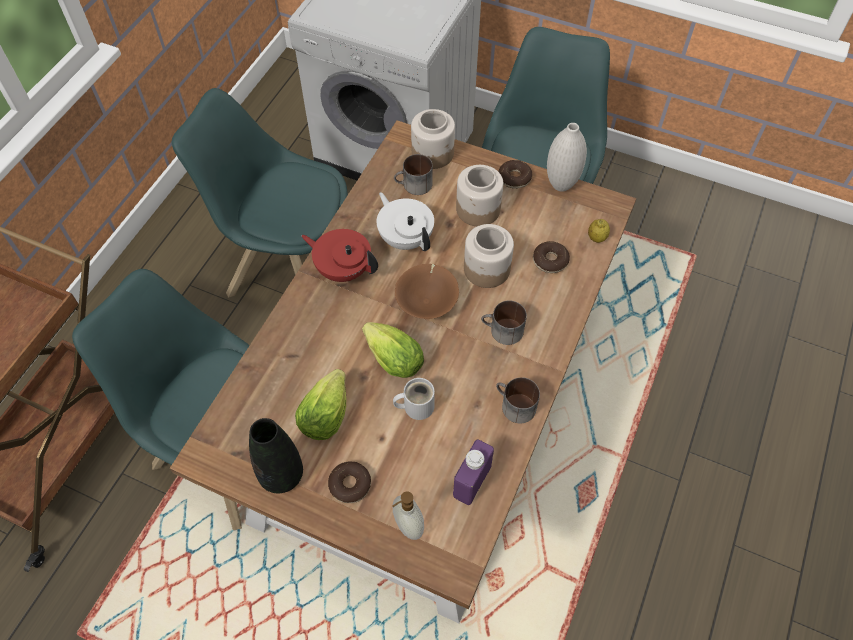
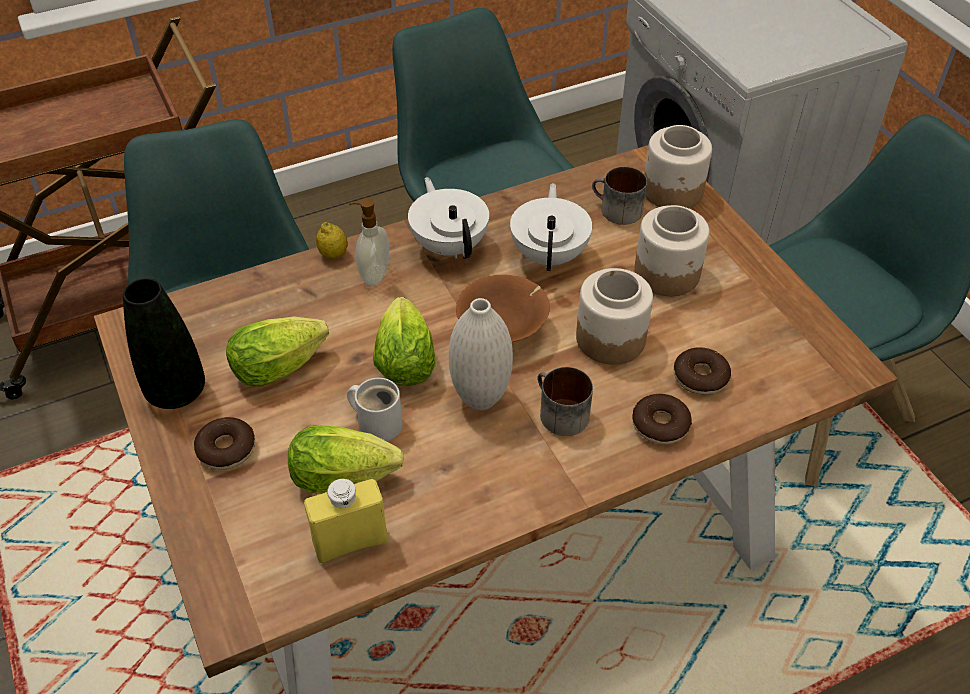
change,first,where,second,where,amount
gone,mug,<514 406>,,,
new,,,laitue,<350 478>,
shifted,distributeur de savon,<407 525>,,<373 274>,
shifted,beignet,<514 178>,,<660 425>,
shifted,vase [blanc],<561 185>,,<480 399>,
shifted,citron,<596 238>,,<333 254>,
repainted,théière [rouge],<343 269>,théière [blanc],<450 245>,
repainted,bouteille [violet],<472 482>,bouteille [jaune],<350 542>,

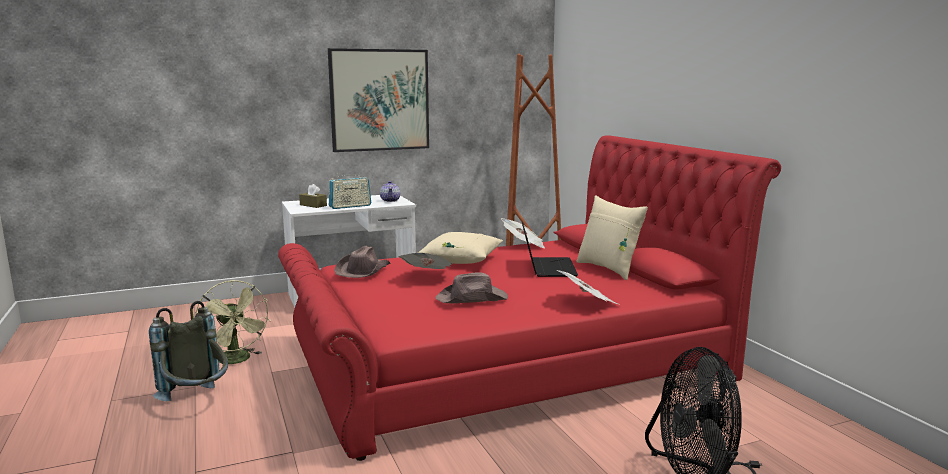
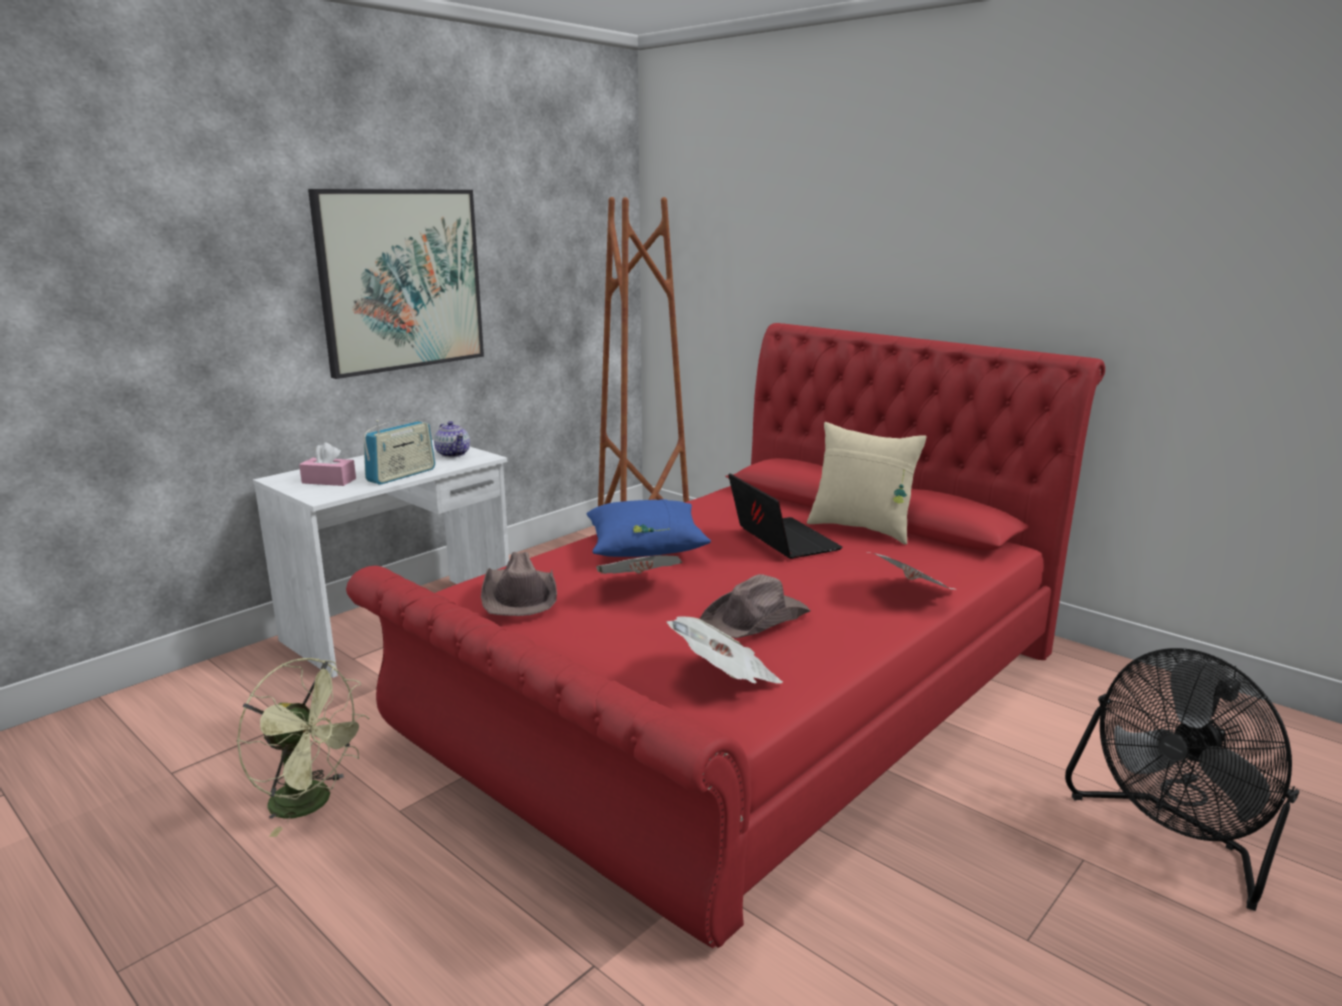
change,first,where,second,where,amount
gone,sac à dos [gris],<197 401>,,,
shifted,journal,<523 245>,,<725 678>,
repainted,boîte à mouchoirs [marron],<313 205>,boîte à mouchoirs [rose],<329 481>,
repainted,coussin [beige],<461 261>,coussin [bleu],<645 548>,

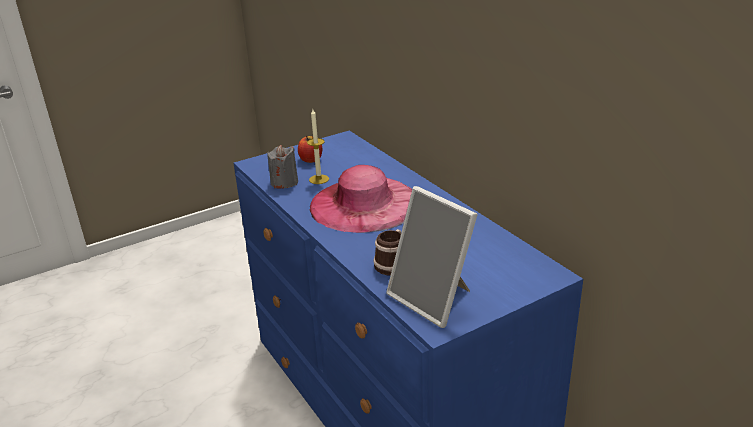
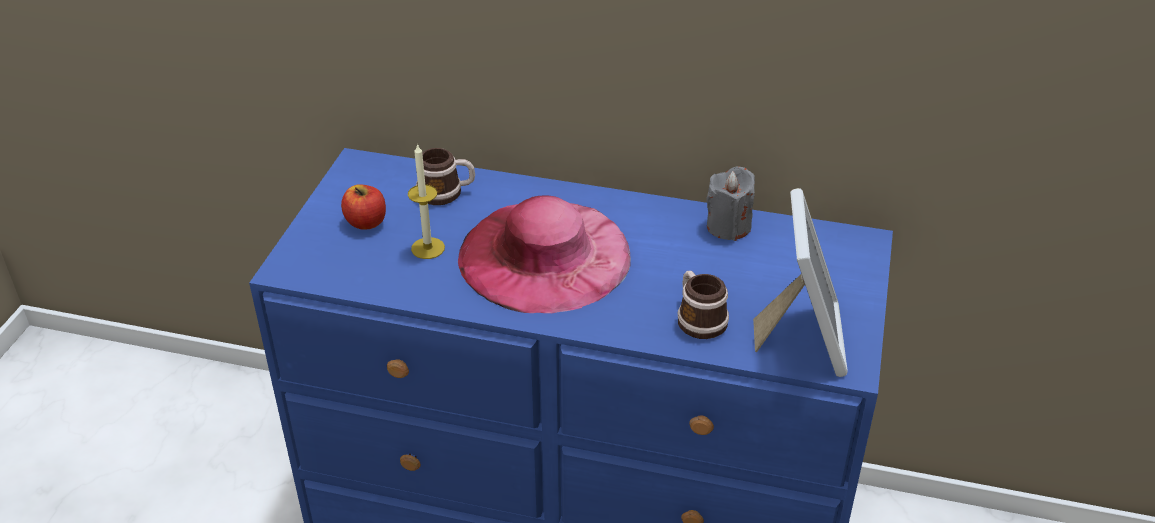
change,first,where,second,where,amount
new,,,mug,<446 193>,
shifted,bougie [gris],<284 182>,,<728 226>,
rotated,cadre photo,<434 299>,,<801 337>,90 degrees counterclockwise

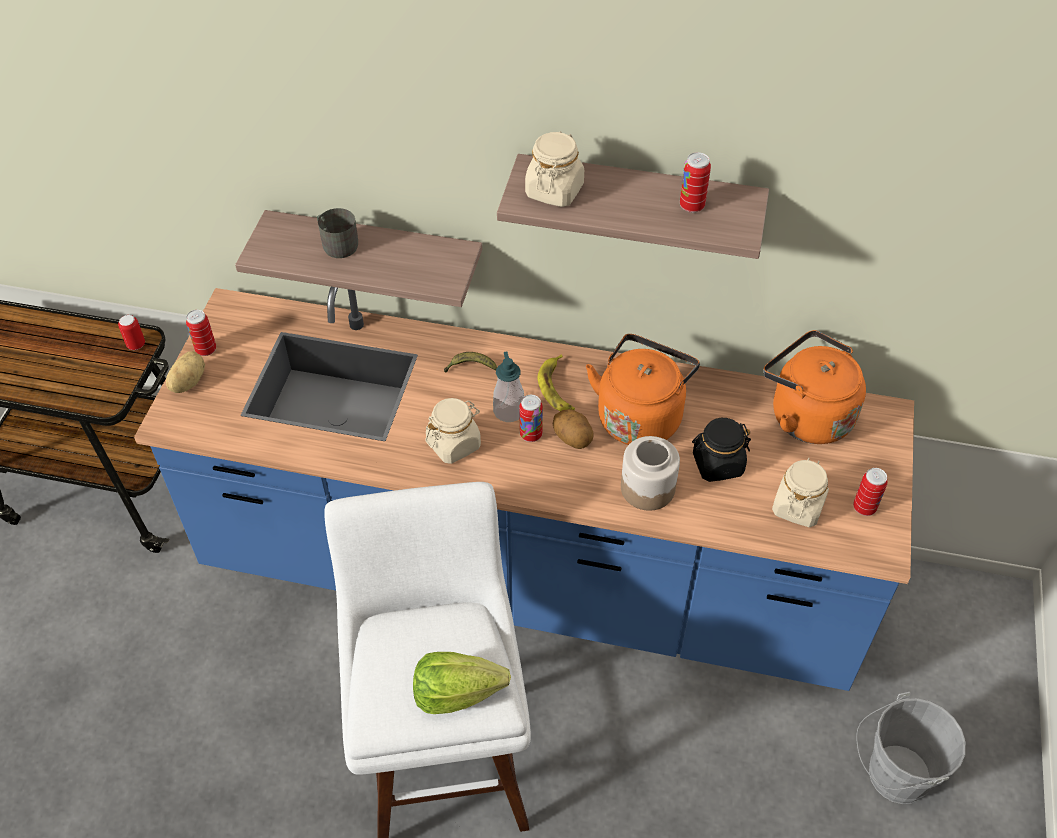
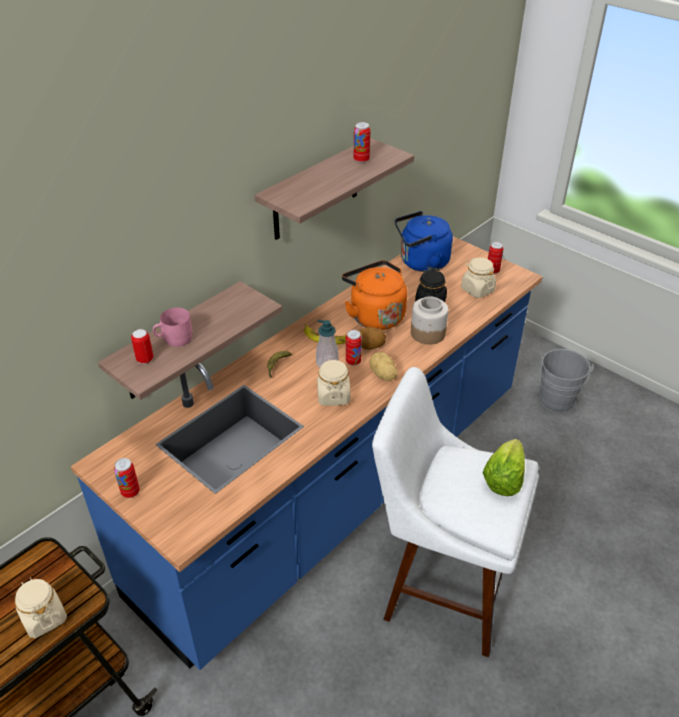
change,first,where,second,where,amount
shifted,boîte métallique,<136 345>,,<145 359>,
shifted,pomme de terre,<187 382>,,<383 375>,
shifted,bocal [beige],<554 190>,,<44 617>,
repainted,mug [gris],<337 244>,mug [rose],<174 338>,
repainted,bouilloire [orange],<806 415>,bouilloire [bleu],<421 263>,

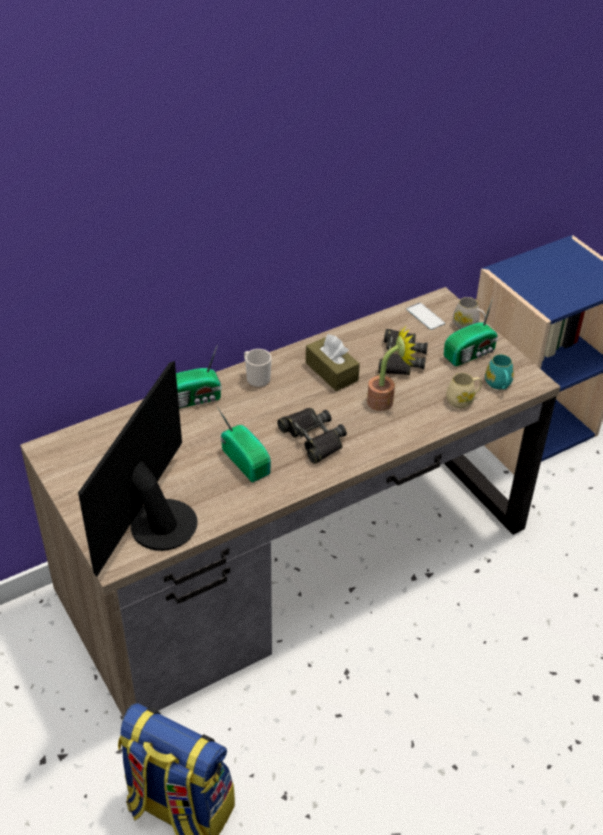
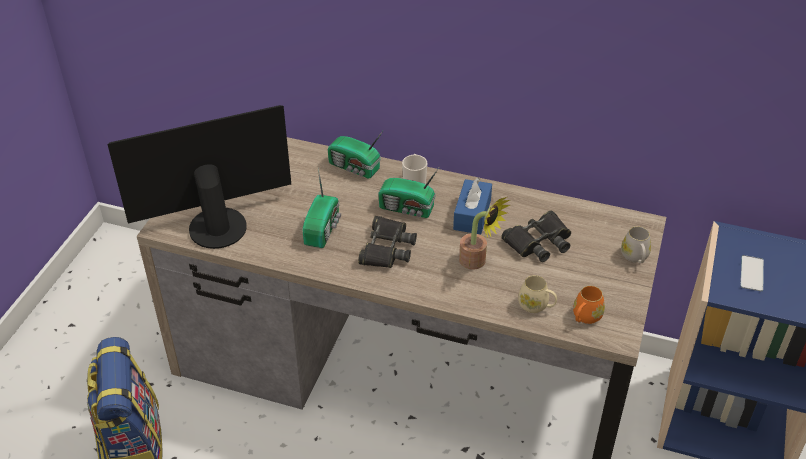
change,first,where,second,where,amount
shifted,téléphone,<425 316>,,<751 273>,
shifted,radio,<471 354>,,<407 209>,
repainted,boîte à mouchoirs [marron],<331 372>,boîte à mouchoirs [bleu],<472 215>,
repainted,mug [turquoise],<499 385>,mug [orange],<585 317>,

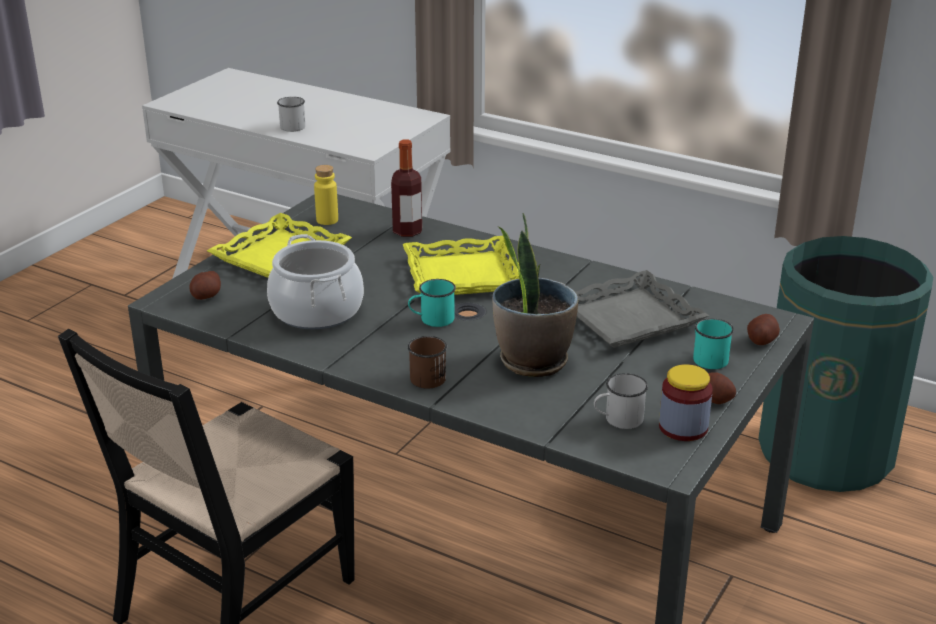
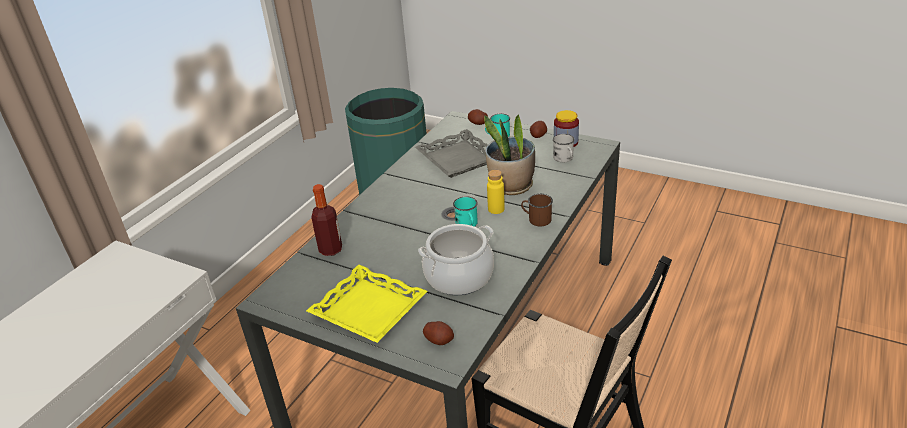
change,first,where,second,where,amount
gone,mug [blanc],<291 126>,,,
gone,plateau [jaune],<463 274>,,,
shifted,bouteille [jaune],<327 220>,,<496 209>,

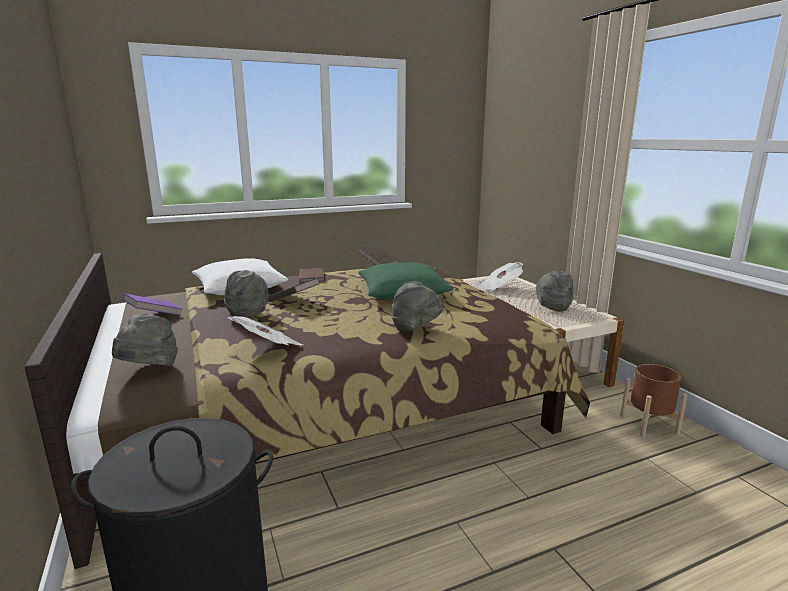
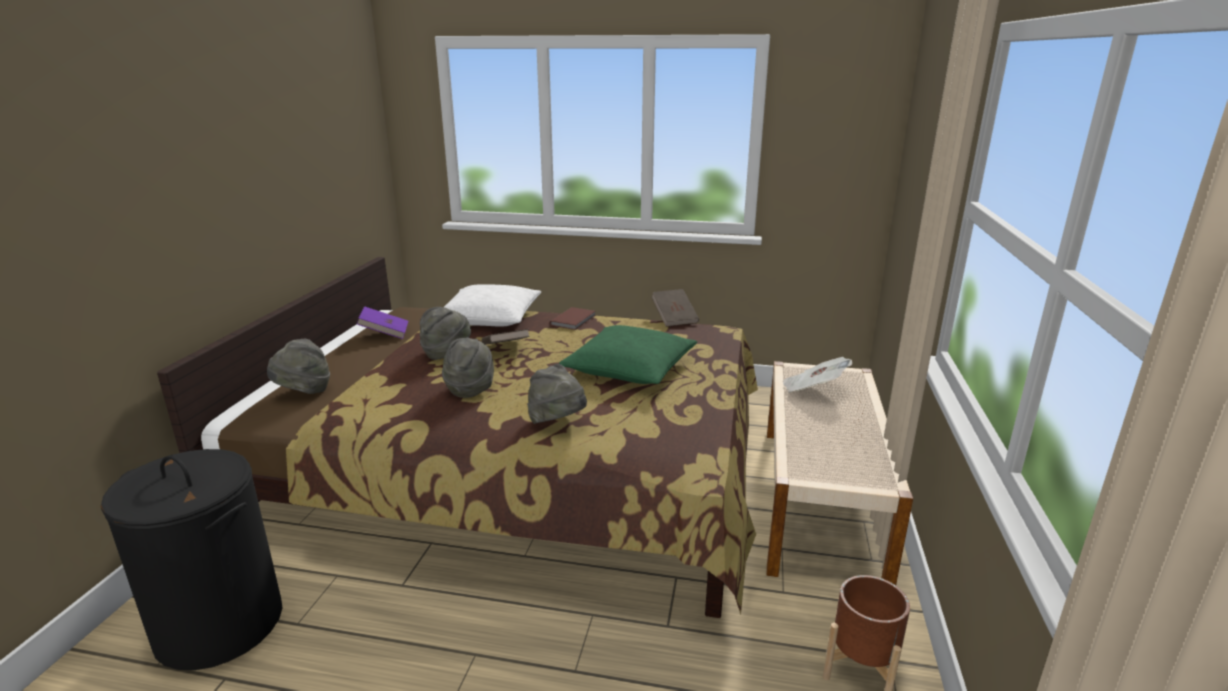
change,first,where,second,where,amount
gone,journal,<268 348>,,,
shifted,chapeau [gris],<552 307>,,<470 388>,

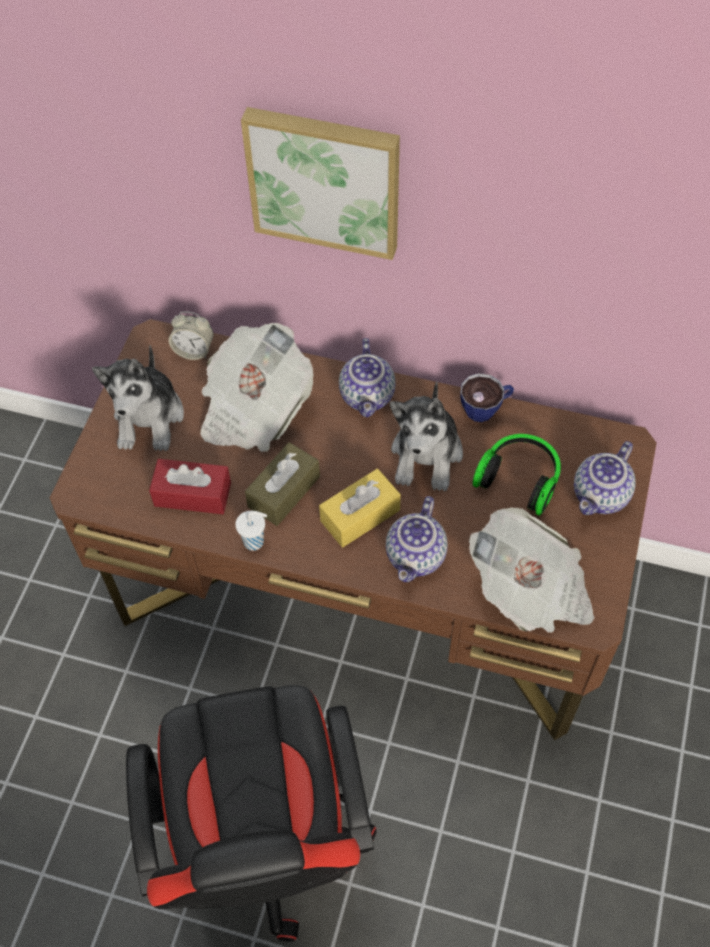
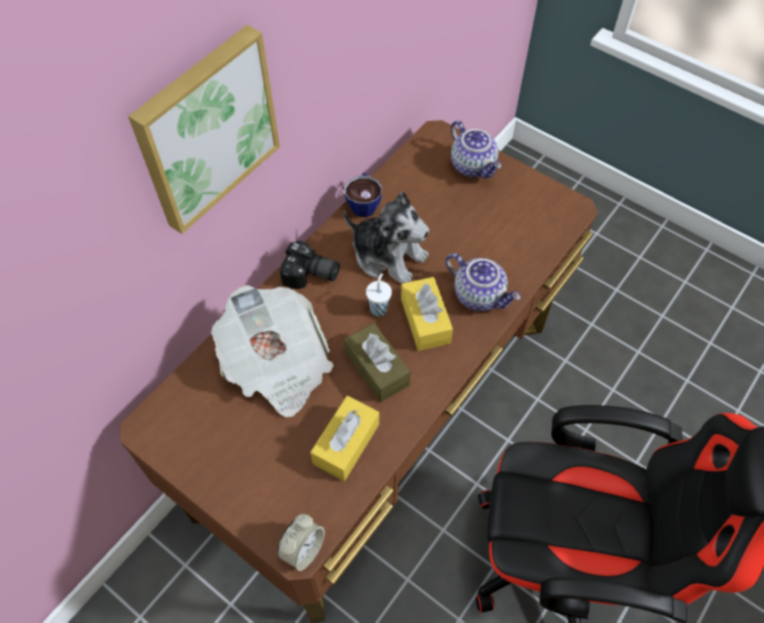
change,first,where,second,where,amount
gone,peluche,<149 418>,,,
gone,journal,<531 590>,,,
gone,casque audio,<520 478>,,,
shifted,réveil,<194 351>,,<303 549>,
shifted,tasse [blanc],<255 542>,,<379 308>,
swapped,théière,<368 396>,appareil photo,<311 275>,
repainted,boîte à mouchoirs [rouge],<192 494>,boîte à mouchoirs [jaune],<346 443>,

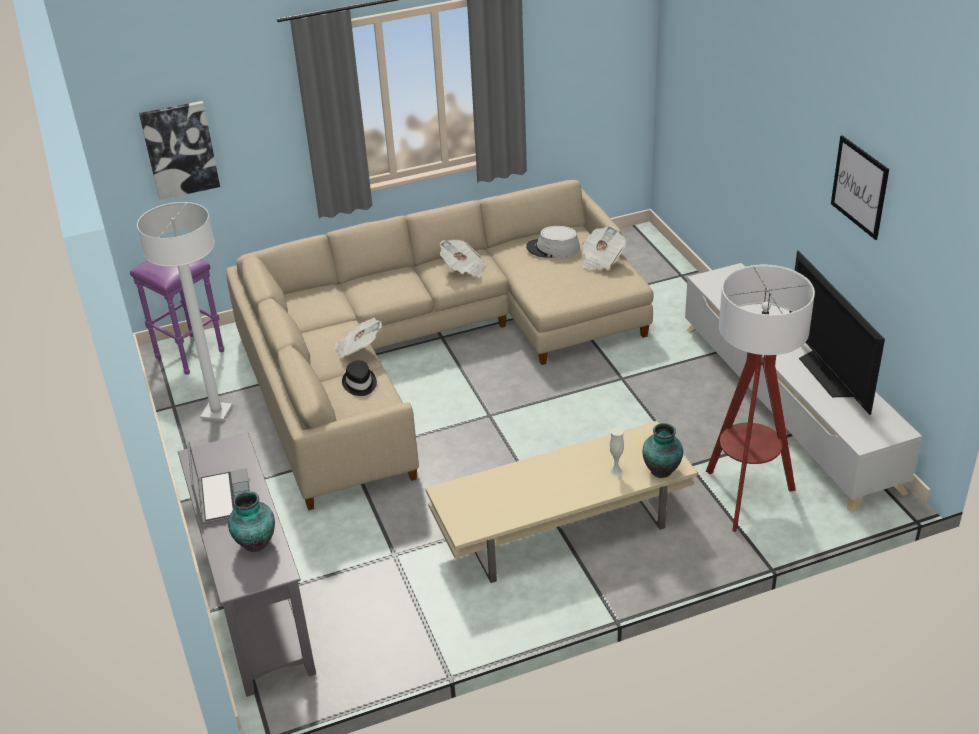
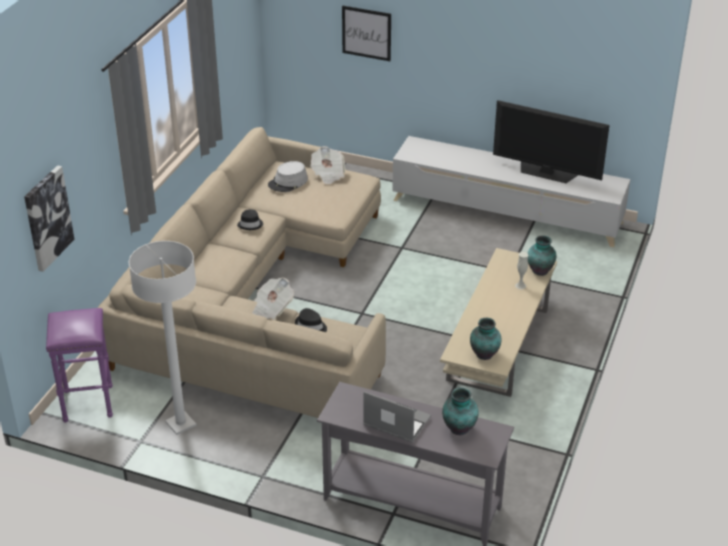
change,first,where,second,where,amount
gone,lampadaire,<745 496>,,,
new,,,vase,<484 355>,
shifted,tableau,<859 187>,,<366 33>,
swapped,journal,<463 268>,chapeau [noir],<250 224>,

